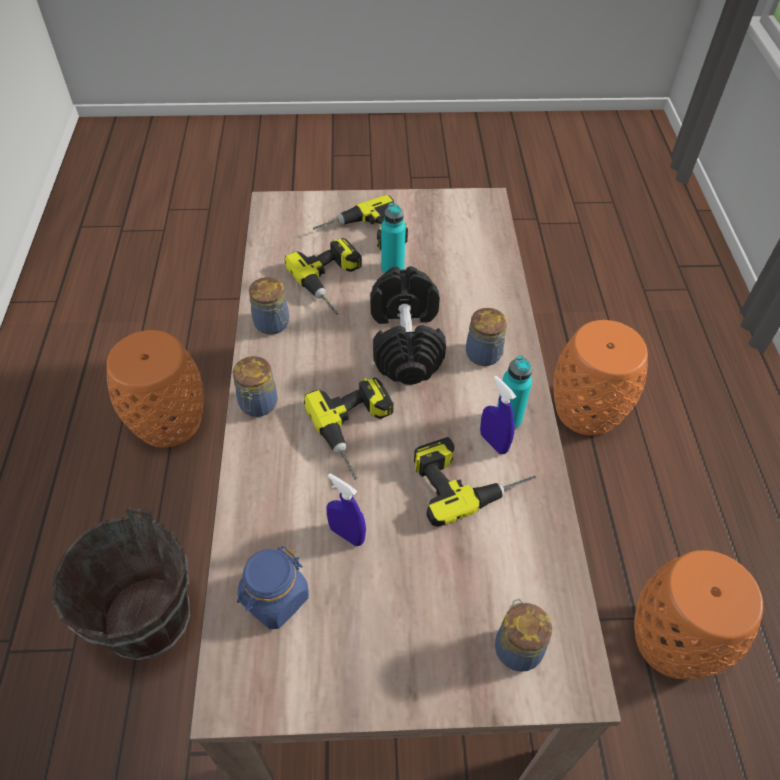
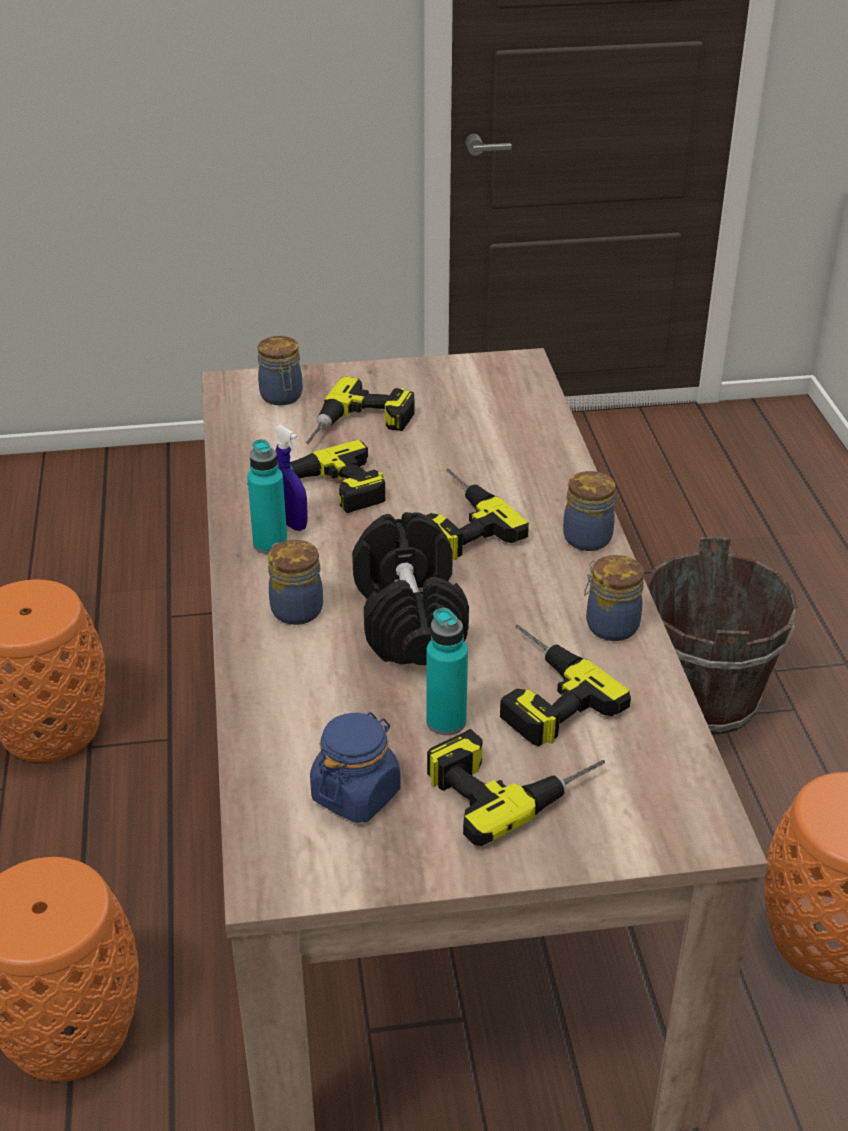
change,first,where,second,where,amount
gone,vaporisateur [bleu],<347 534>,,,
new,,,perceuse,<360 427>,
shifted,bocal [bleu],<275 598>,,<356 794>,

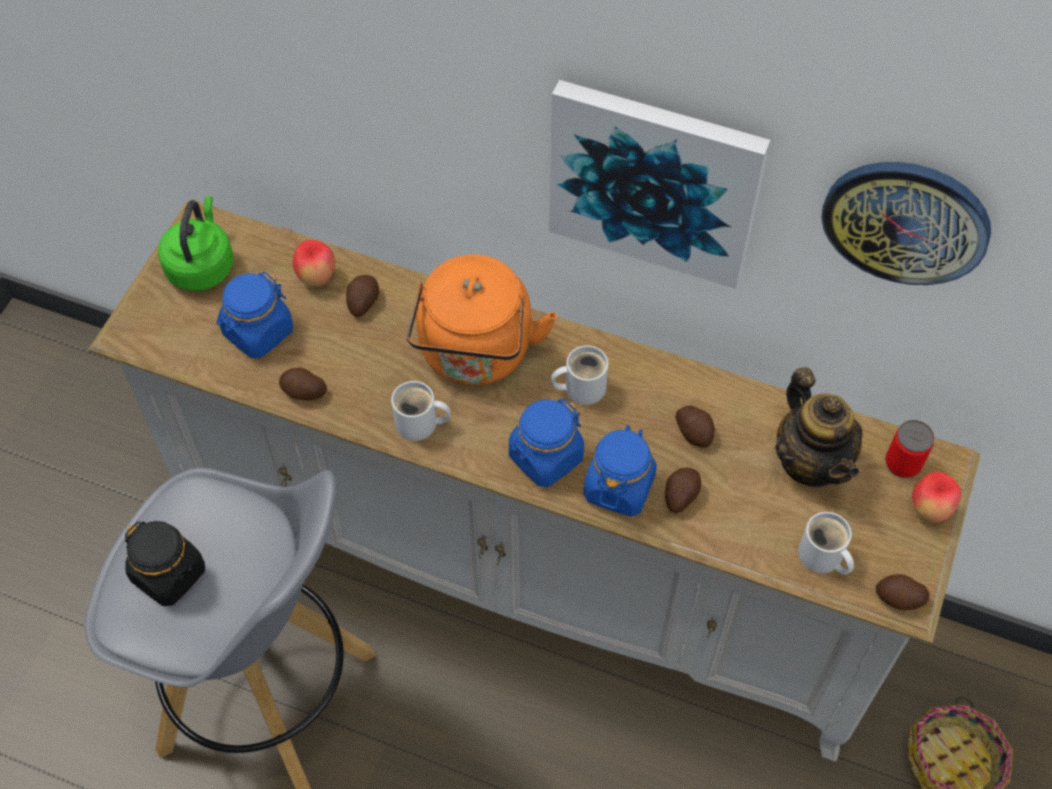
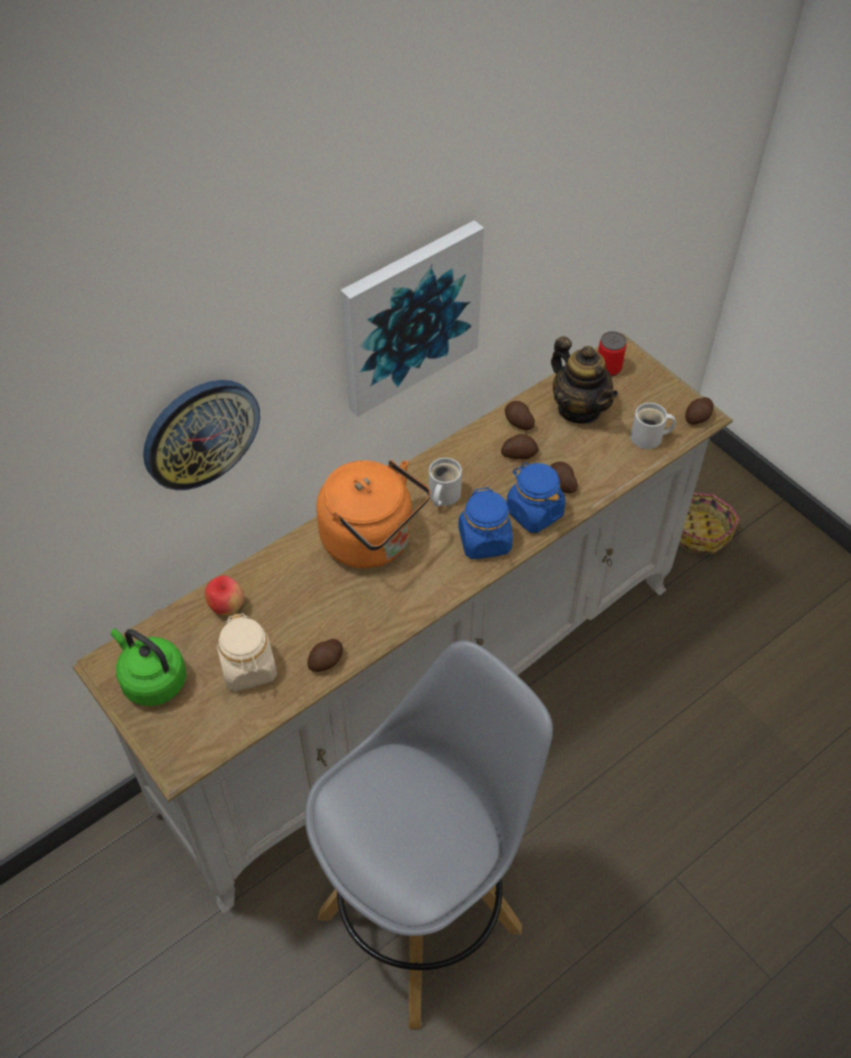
change,first,where,second,where,amount
gone,bocal [noir],<169 574>,,,
gone,mug [blanc],<420 424>,,,
gone,pomme,<929 509>,,,
shifted,pomme de terre,<362 302>,,<518 422>,
shifted,horloge murale,<906 221>,,<200 433>,
repainted,bocal [bleu],<258 332>,bocal [beige],<248 668>,
rotated,théière,<811 461>,,<579 408>,45 degrees clockwise

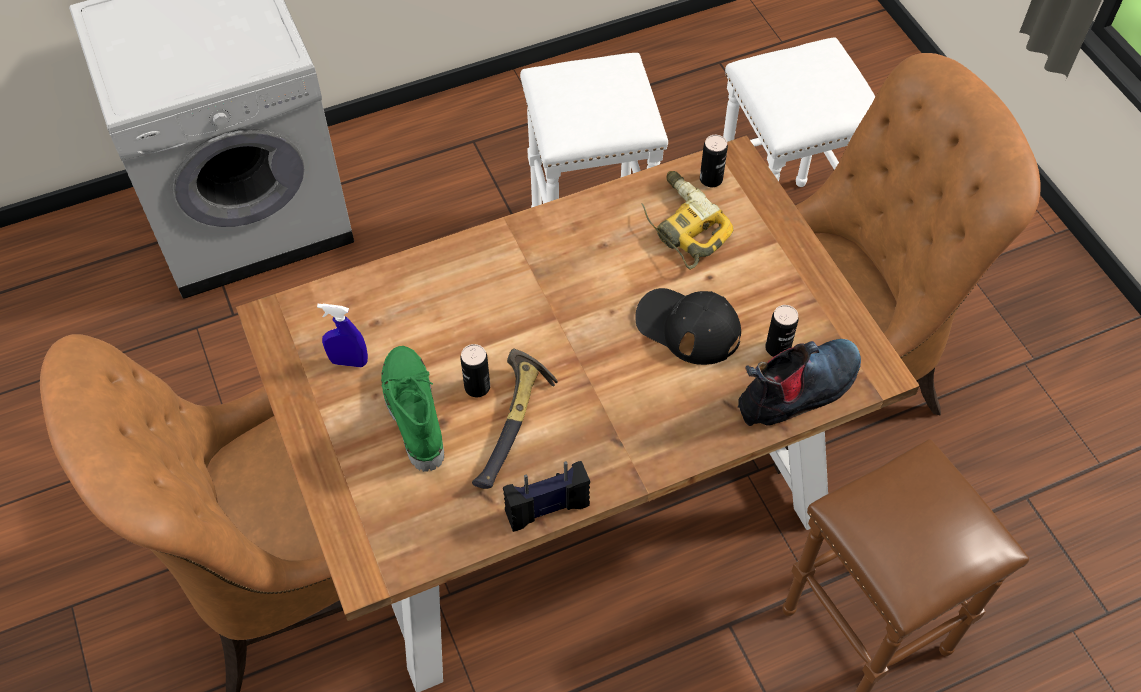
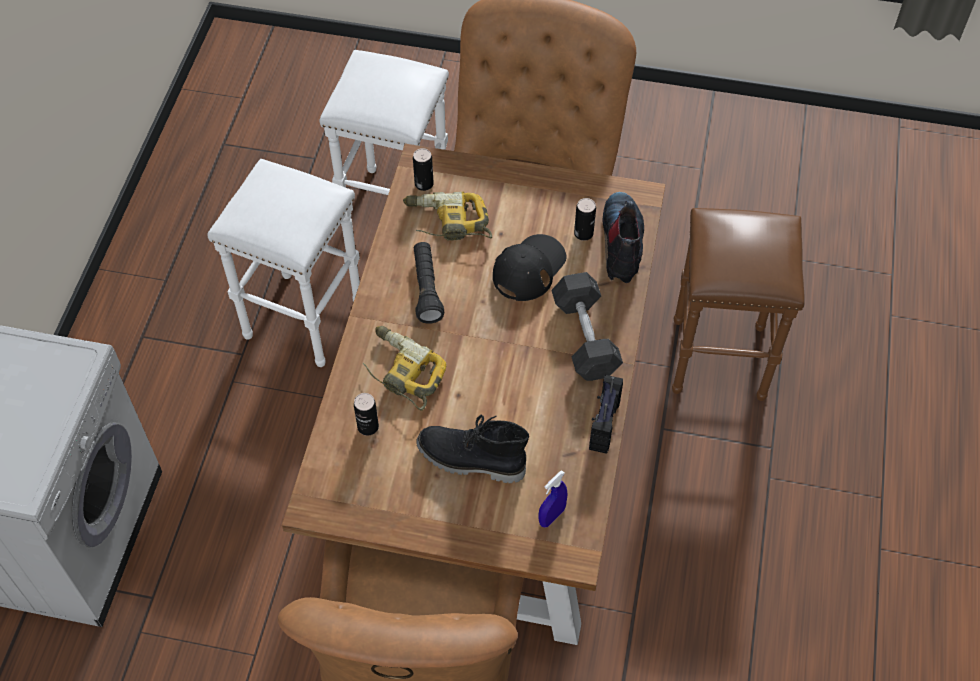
change,first,where,second,where,amount
gone,marteau,<515 425>,,,
new,,,perceuse,<401 372>,
new,,,lampe de poche [noir],<426 289>,
new,,,haltère [gris],<585 337>,
shifted,vaporisateur [bleu],<349 362>,,<552 516>,
shifted,boîte métallique,<477 387>,,<368 426>,
repainted,botte [vert],<412 414>,botte [noir],<470 461>,
rotated,casquette [noir],<687 327>,,<529 268>,150 degrees clockwise

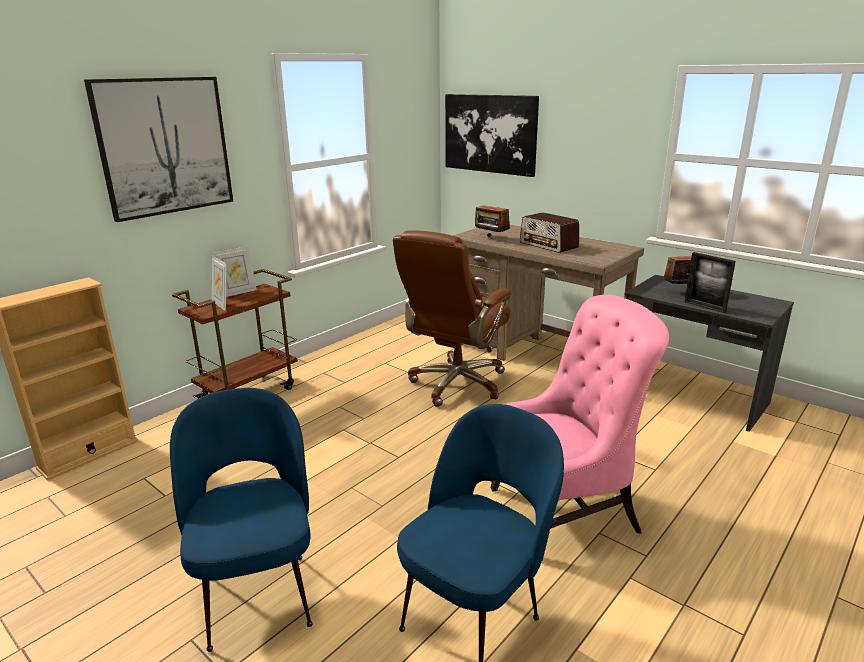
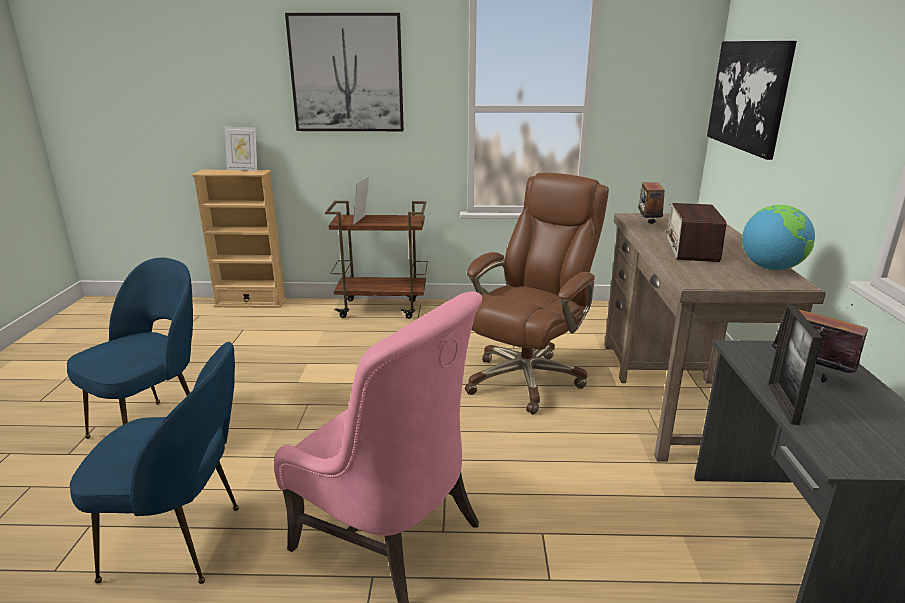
change,first,where,second,where,amount
new,,,globe,<771 268>,
shifted,cadre photo,<238 292>,,<243 169>,
rotated,chaise de bureau [marron],<455 385>,,<528 379>,135 degrees clockwise

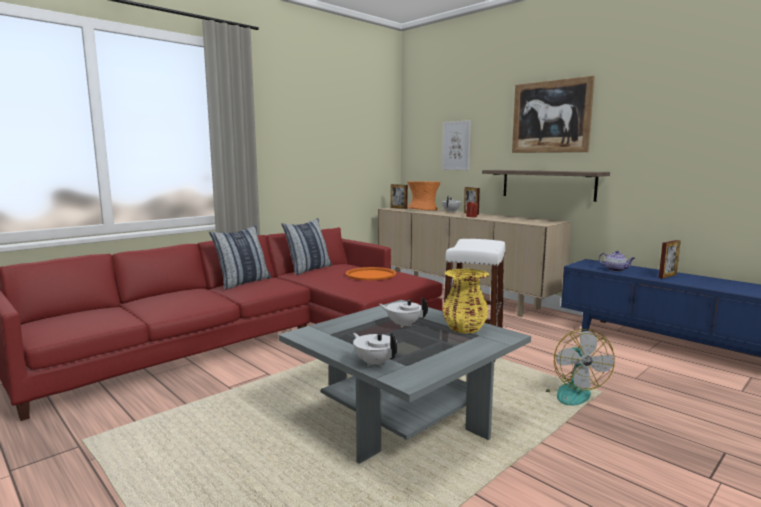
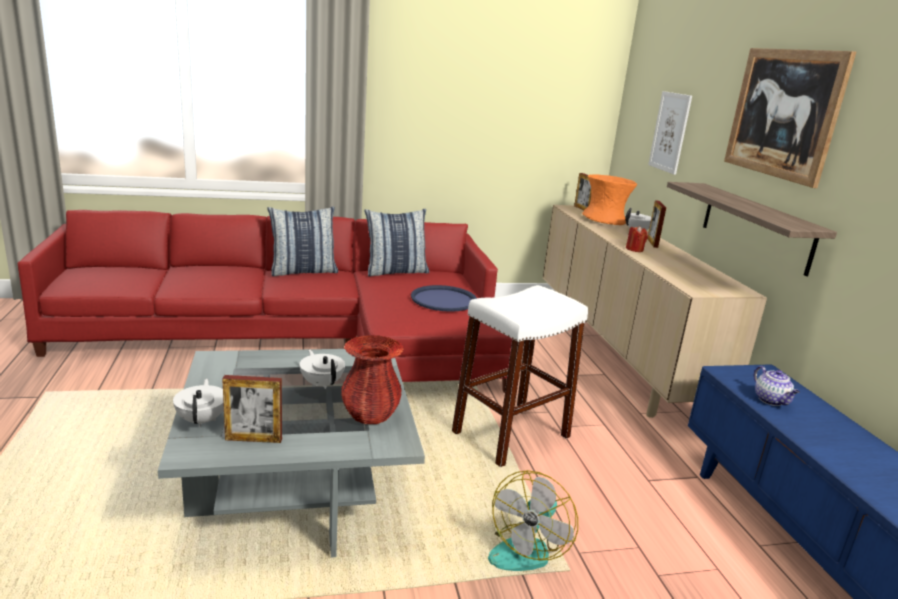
change,first,where,second,where,amount
shifted,cadre photo,<667 276>,,<253 439>,
repainted,plateau [orange],<371 274>,plateau [bleu],<444 299>,
repainted,vase [jaune],<464 329>,vase [rouge],<370 415>,

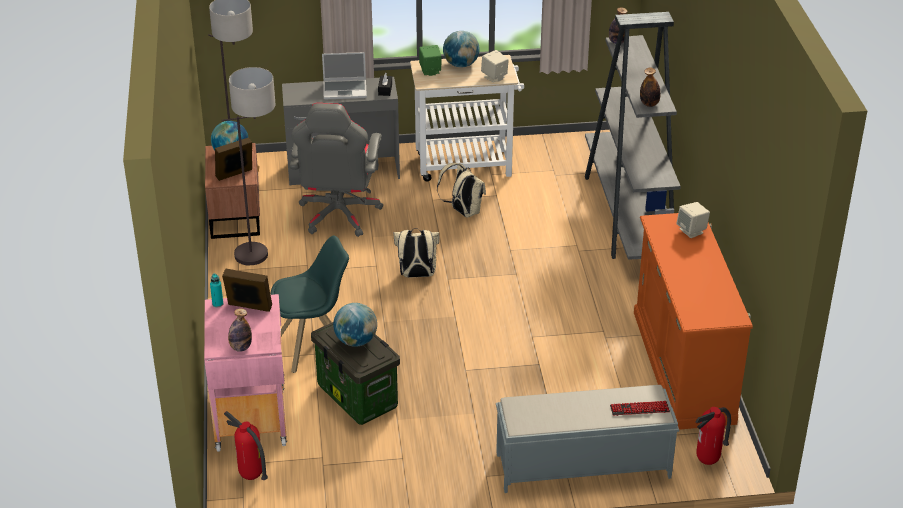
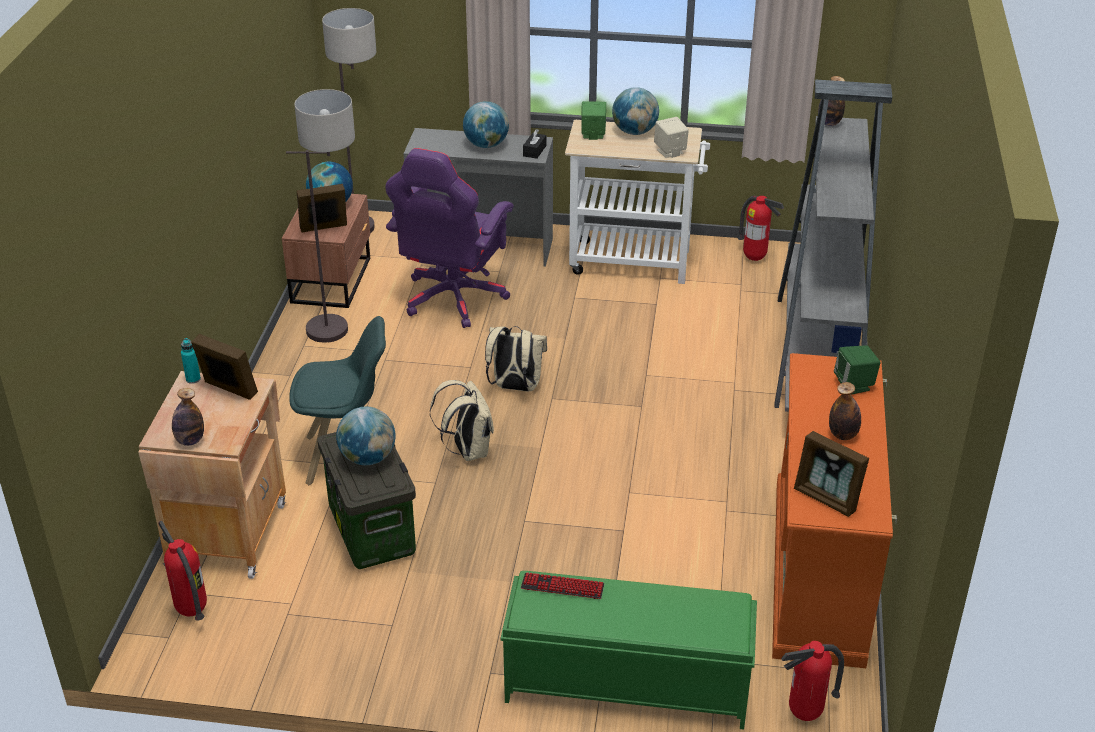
change,first,where,second,where,amount
new,,,extincteur,<755 258>,
new,,,cadre photo,<827 498>,
shifted,sac à dos [beige],<463 212>,,<468 450>,
shifted,clavier,<639 409>,,<562 587>,
shifted,bouteille,<649 104>,,<843 435>,
swapped,ordinateur portable,<345 90>,globe,<486 145>,
repainted,chariot [rose],<250 418>,chariot [marron],<228 533>,
repainted,chaise de bureau [gris],<339 214>,chaise de bureau [violet],<454 297>,
repainted,banc [gris],<581 465>,banc [vert],<625 684>,
repainted,enceinte [beige],<692 231>,enceinte [vert],<854 385>,

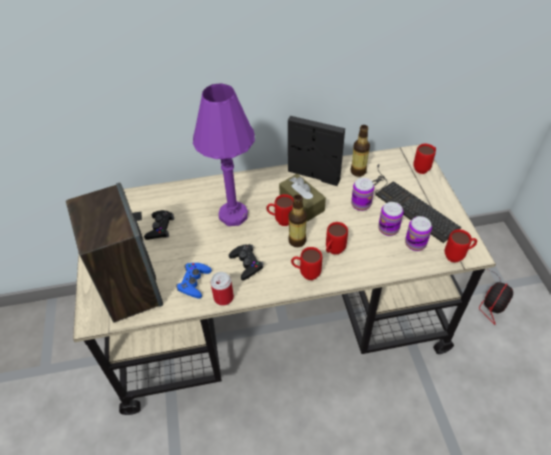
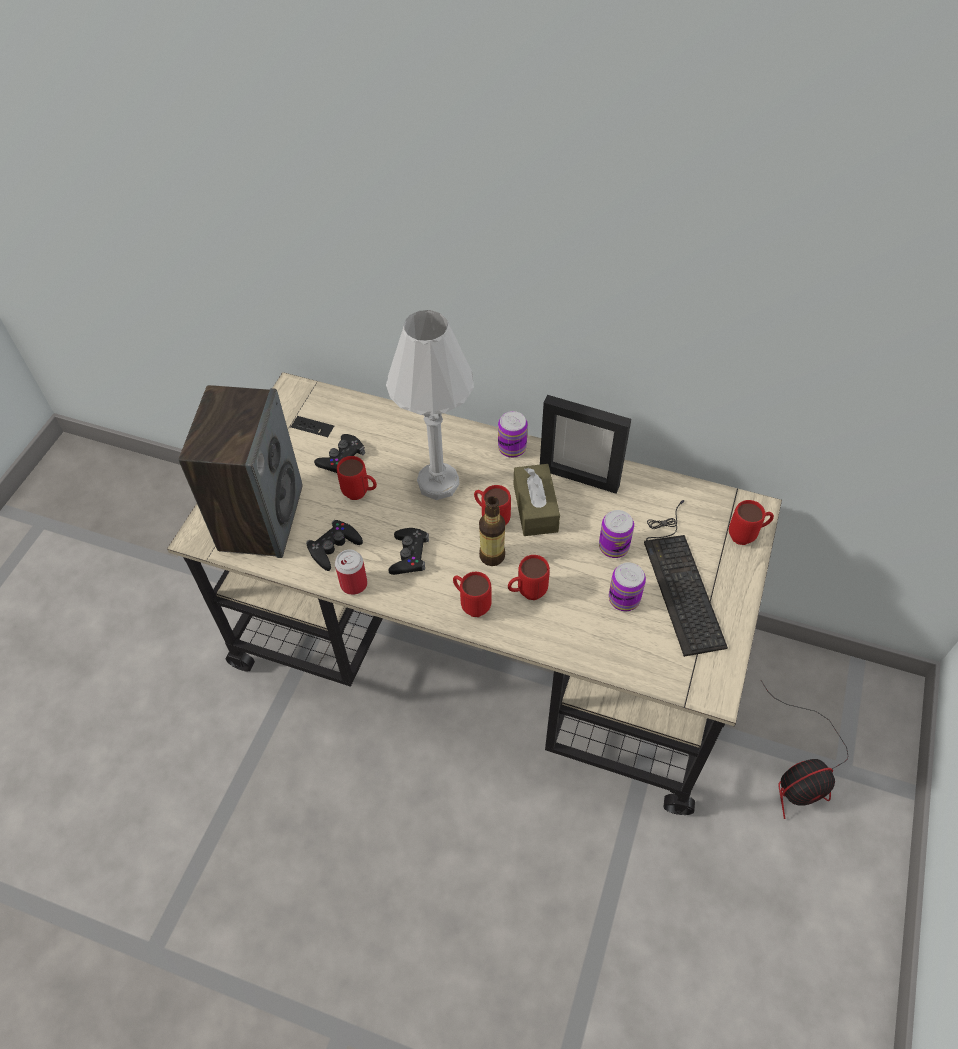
change,first,where,second,where,amount
gone,bouteille,<358 171>,,,
shifted,boîte métallique,<415 243>,,<512 448>,
shifted,mug [rouge],<457 256>,,<360 494>,
repainted,manette [bleu],<194 282>,manette [noir],<334 547>,
repainted,lampe de table [violet],<233 215>,lampe de table [blanc],<438 483>,
rotated,cadre photo,<313 176>,,<579 476>,150 degrees clockwise

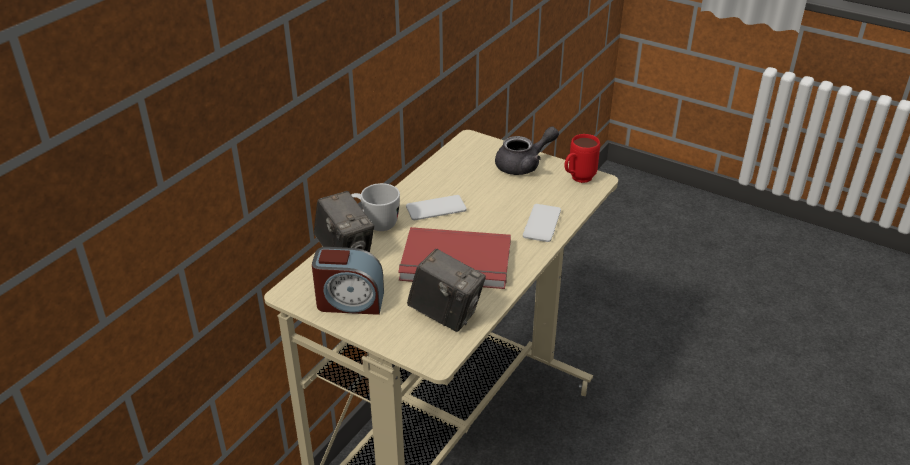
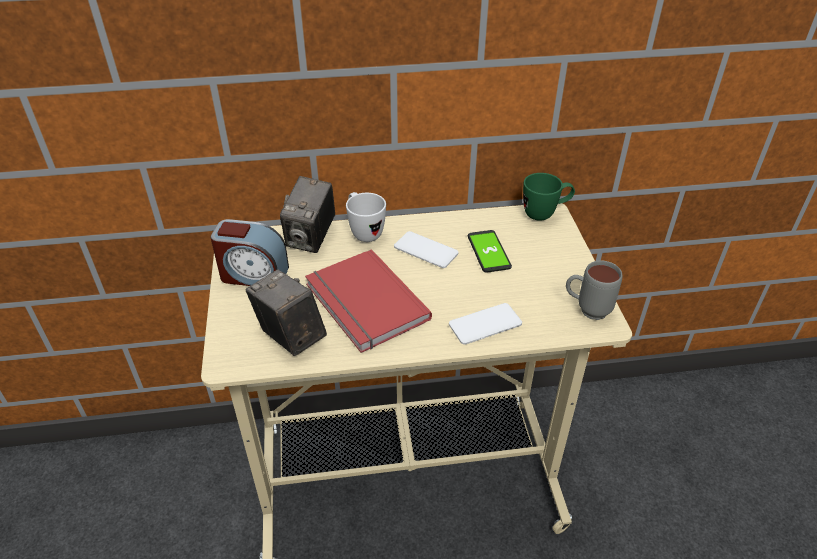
change,first,where,second,where,amount
gone,théière [gris],<524 165>,,,
new,,,téléphone,<488 252>,
new,,,mug [vert],<545 214>,
repainted,mug [rouge],<577 179>,mug [gris],<586 310>,
rotated,réveil,<350 302>,,<254 275>,45 degrees counterclockwise
rotated,appareil photo,<446 314>,,<290 336>,150 degrees clockwise

